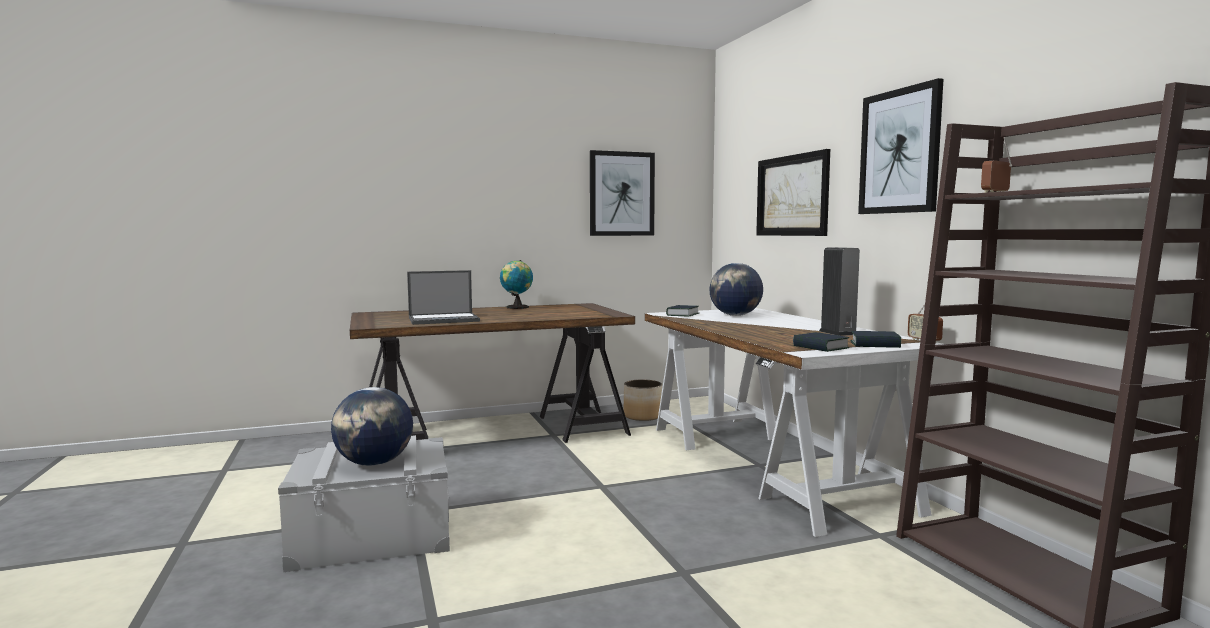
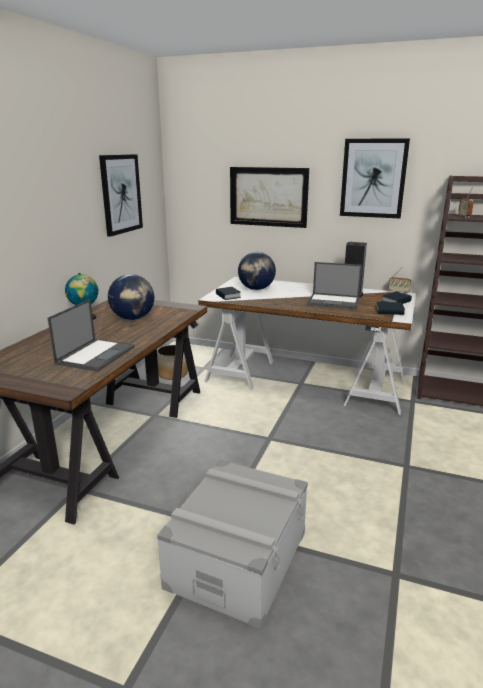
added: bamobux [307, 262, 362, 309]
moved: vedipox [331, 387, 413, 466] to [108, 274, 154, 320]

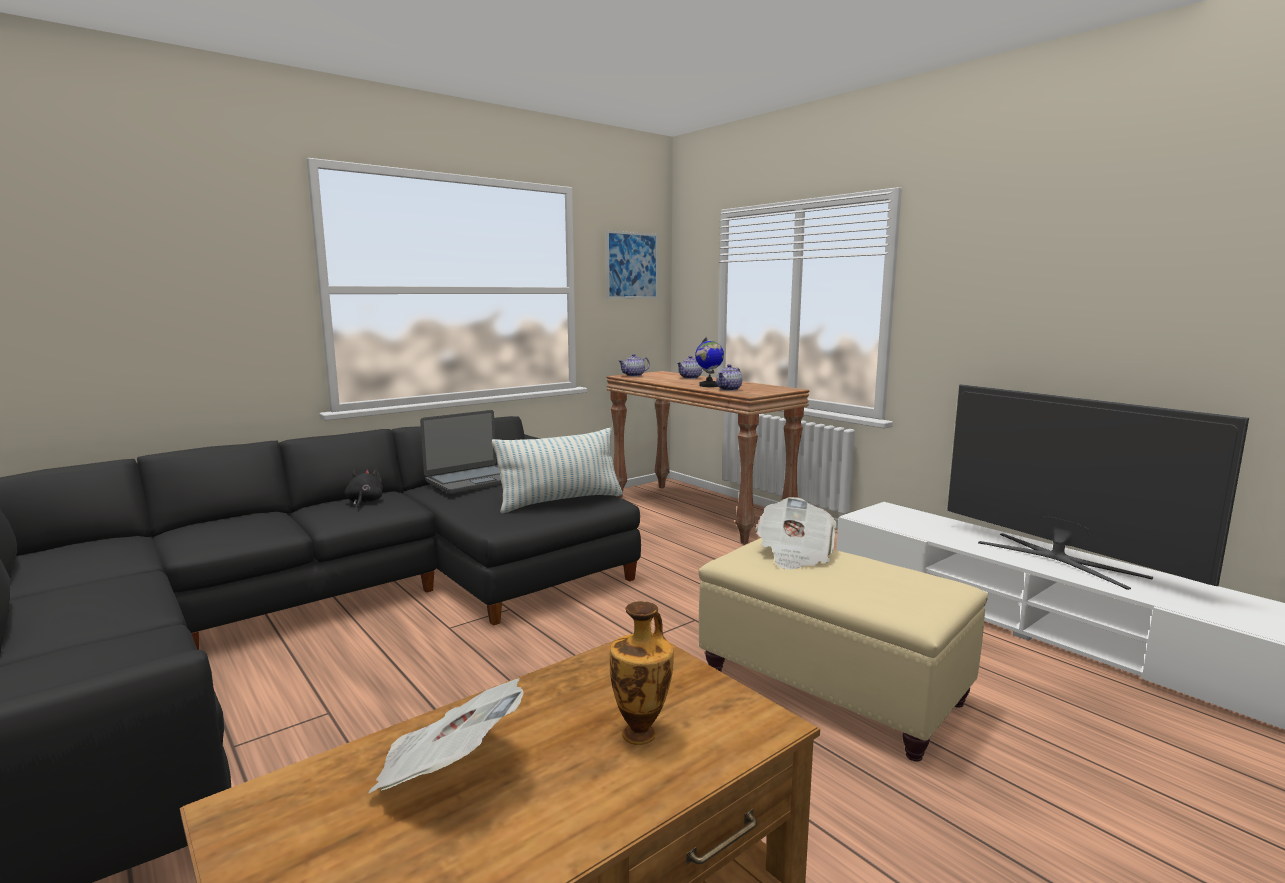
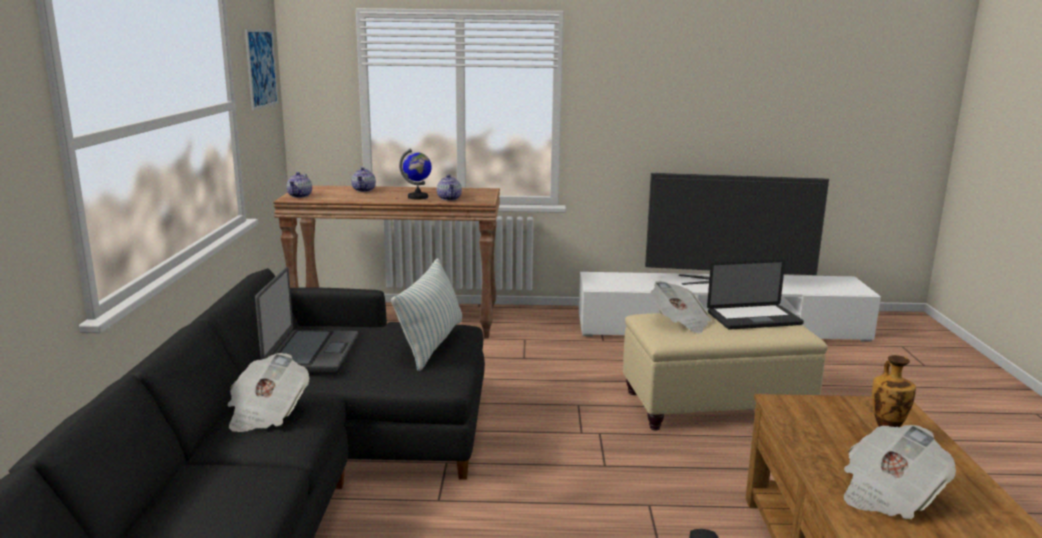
added: bamobux [707, 260, 804, 330]
replaced: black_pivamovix [345, 469, 383, 507] to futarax [227, 353, 310, 432]

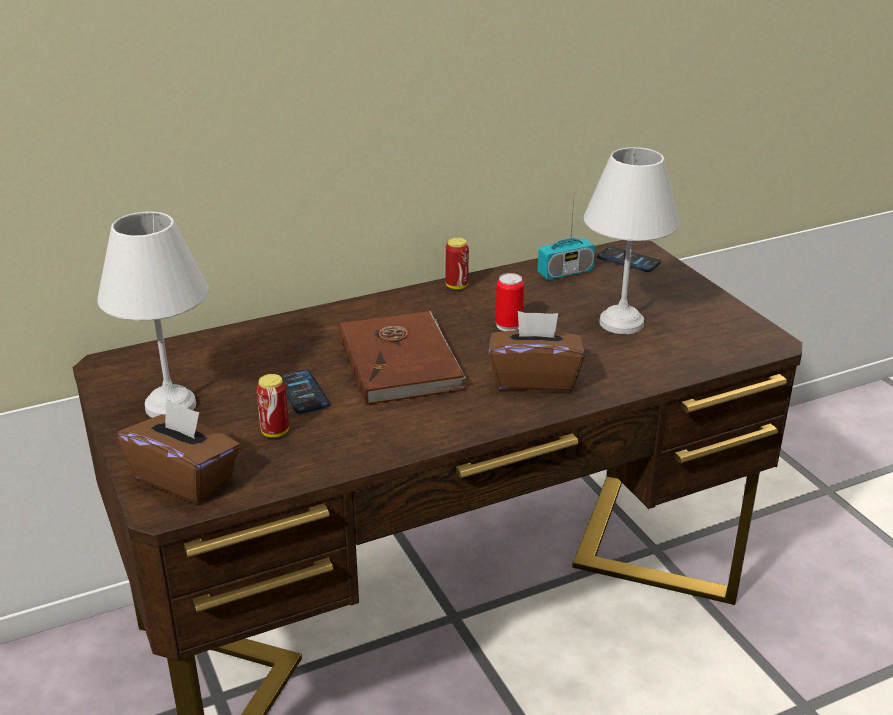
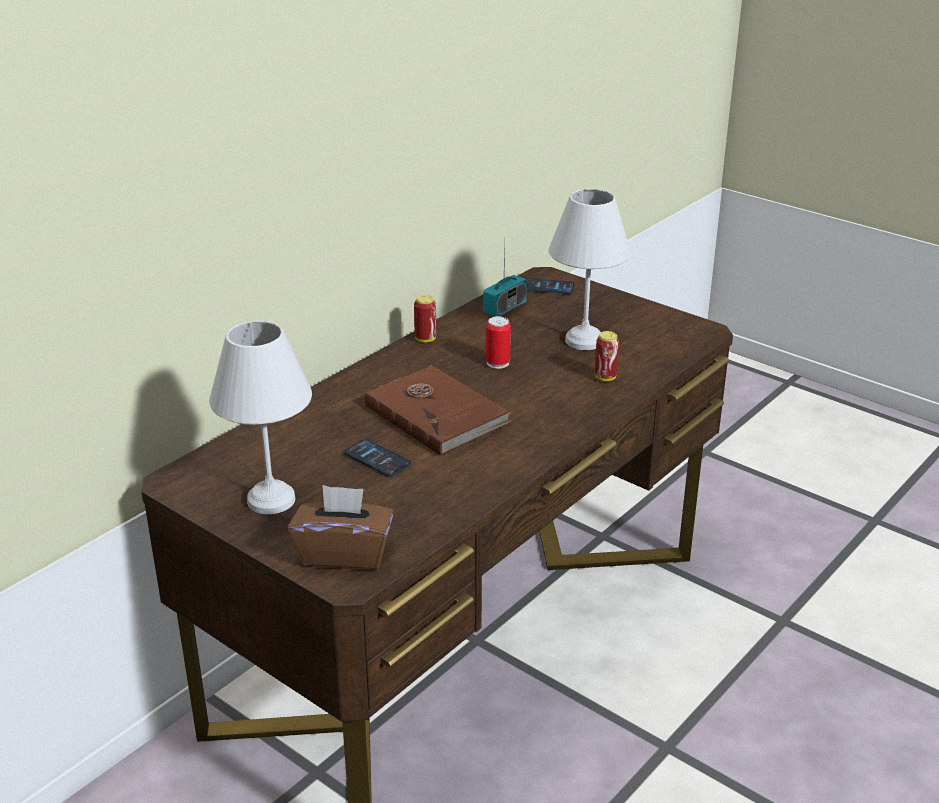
removed: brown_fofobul [489, 311, 585, 392]
moved: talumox [256, 374, 289, 438] to [595, 331, 619, 381]

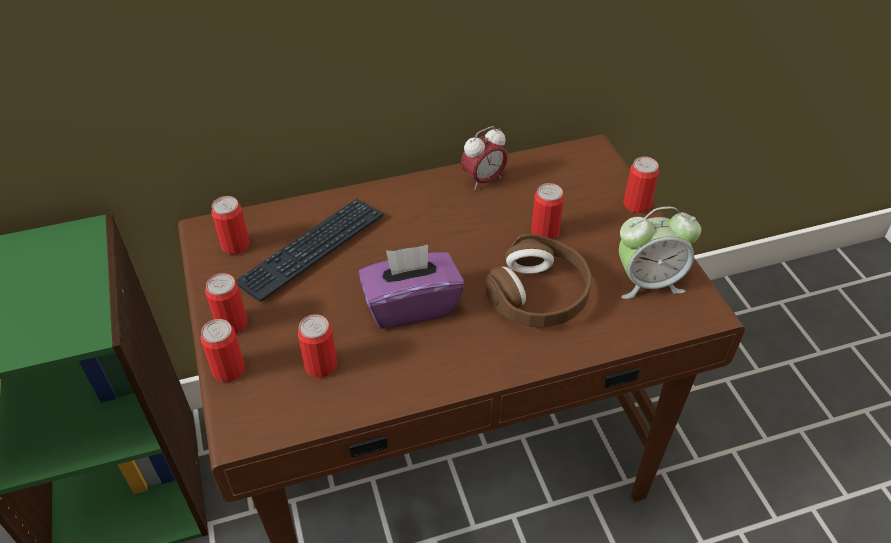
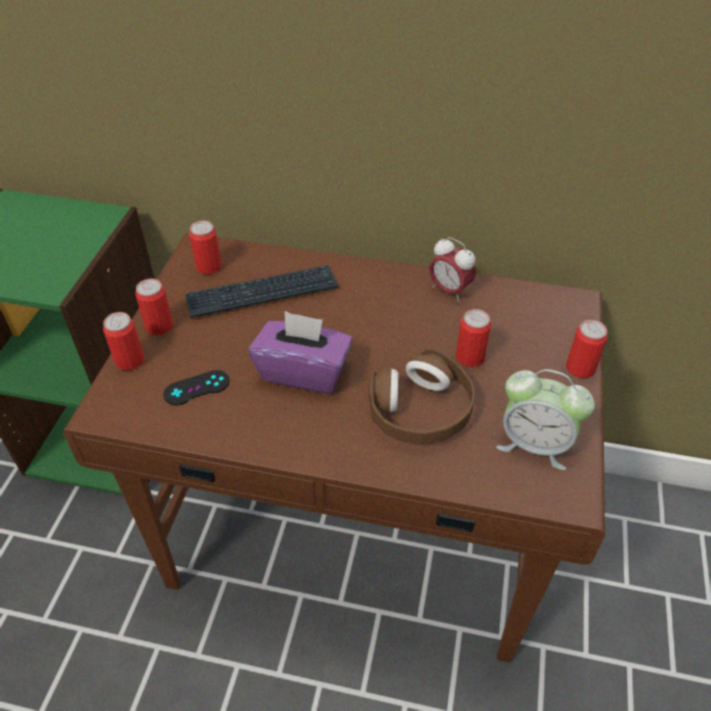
replaced: talumox [298, 314, 337, 378] to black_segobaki [163, 370, 229, 405]
turned: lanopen [461, 126, 508, 190] = [429, 237, 476, 302] 45 degrees clockwise

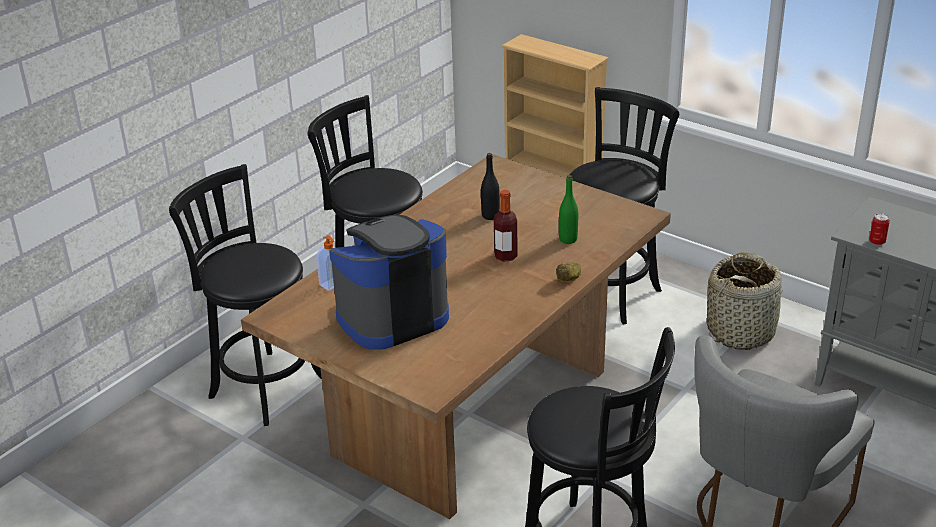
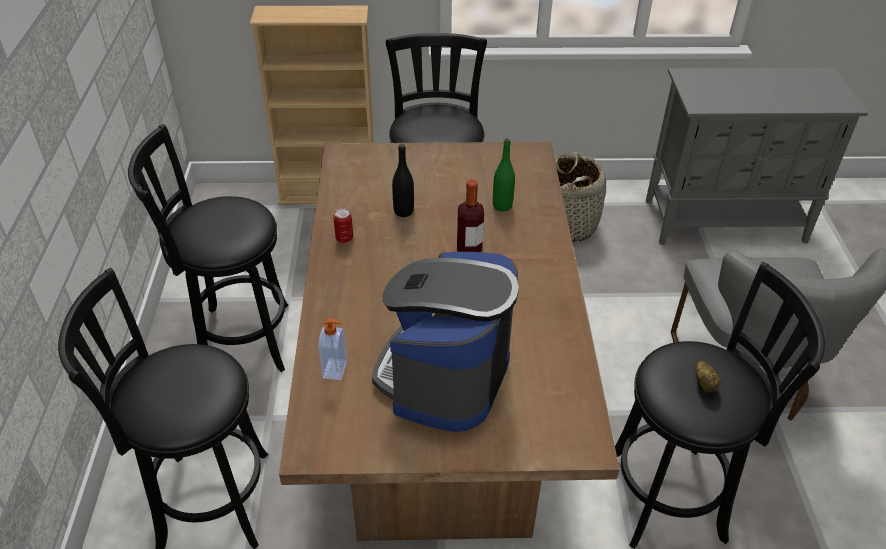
moved: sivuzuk [556, 262, 581, 281] to [695, 361, 721, 392]; talumox [869, 213, 890, 245] to [333, 208, 353, 243]

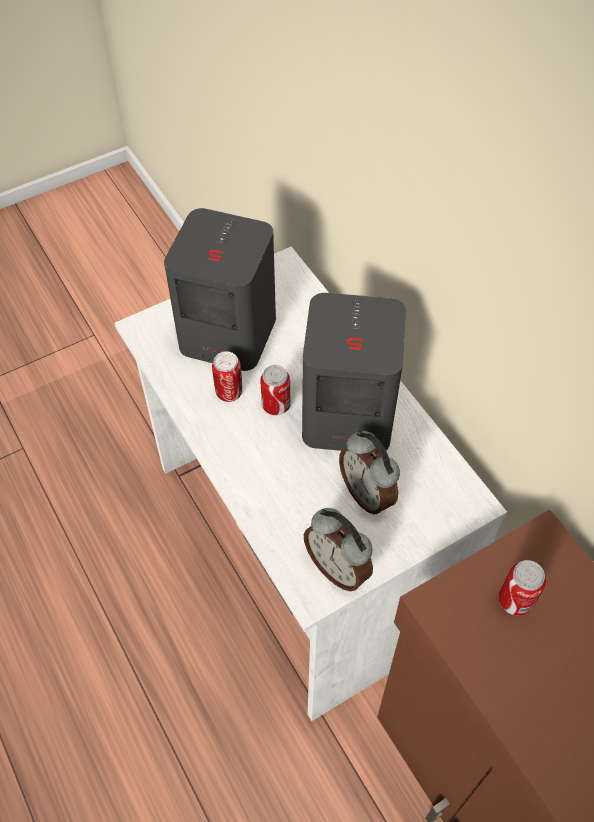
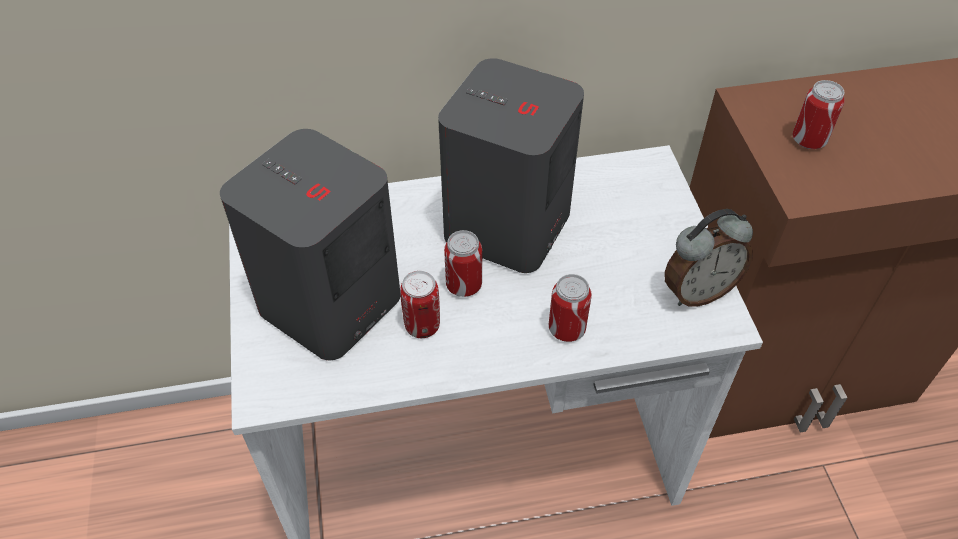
removed: lanopen [339, 431, 400, 514]
added: talumox [549, 274, 592, 342]

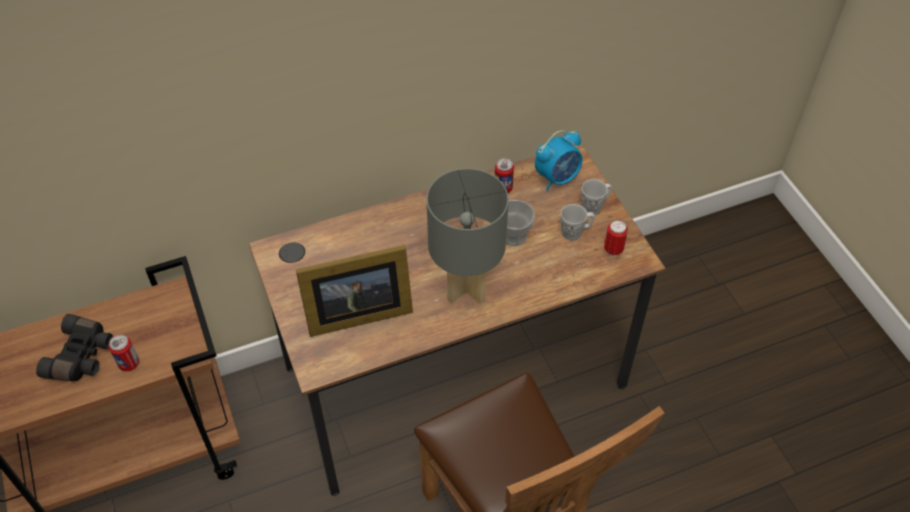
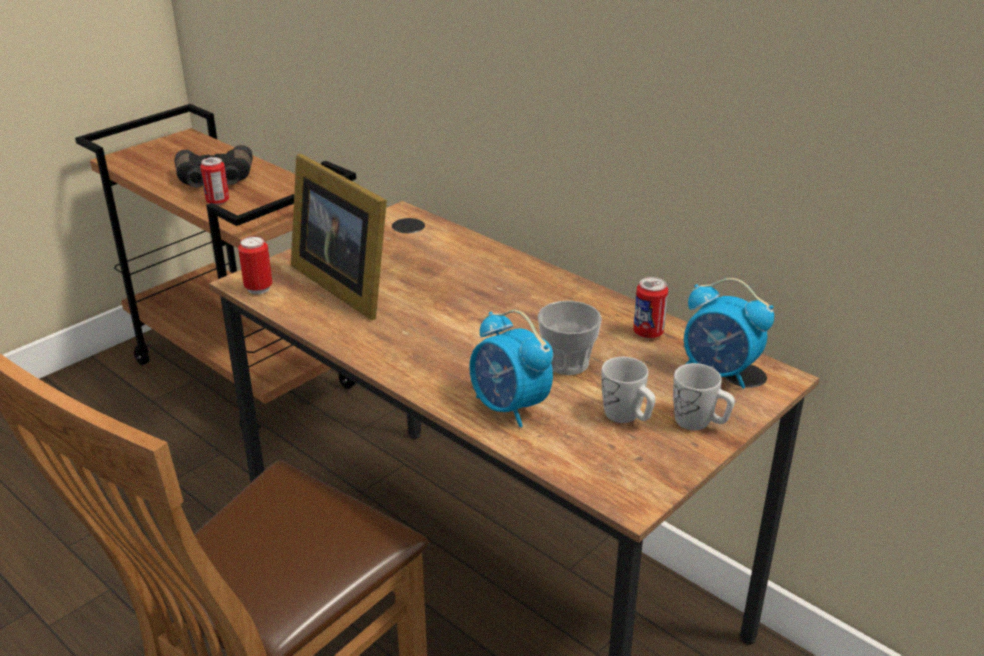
removed: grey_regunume [426, 168, 509, 304]
added: lanopen [469, 310, 553, 427]
moved: talumox [604, 220, 628, 256] to [238, 236, 272, 294]

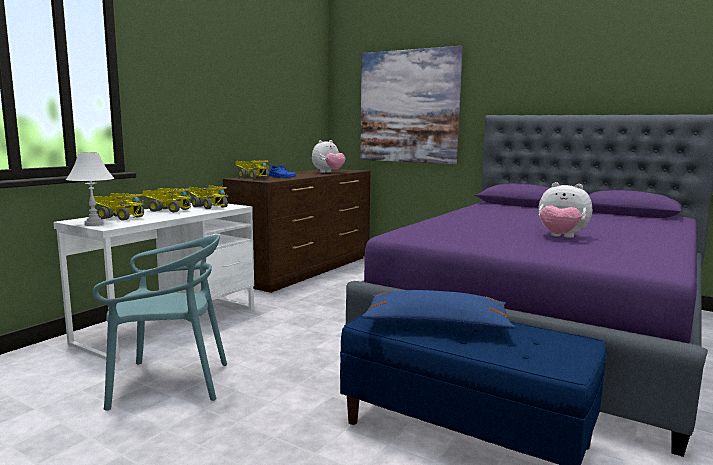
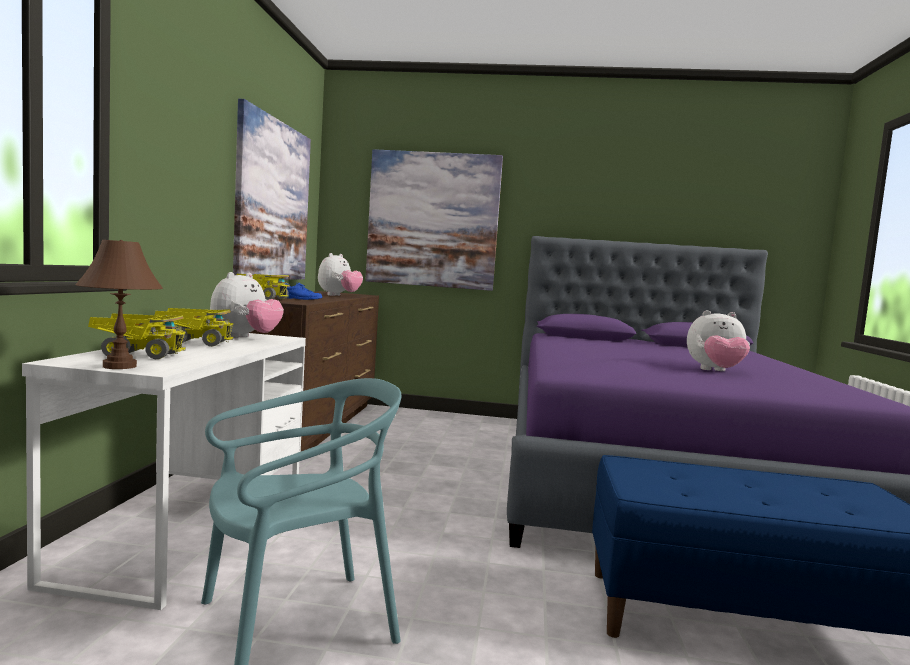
removed: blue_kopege [361, 290, 515, 329]
added: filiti [233, 99, 311, 280]
replaced: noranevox [189, 185, 228, 209] to pivamovix [210, 272, 284, 339]
recoloured: white_regunume [66, 152, 114, 226] to brown_regunume [75, 240, 163, 369]

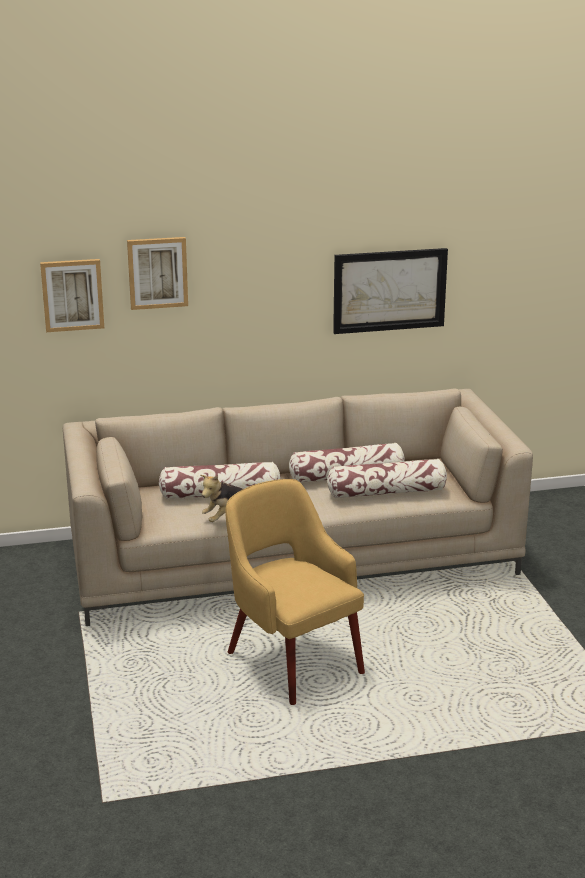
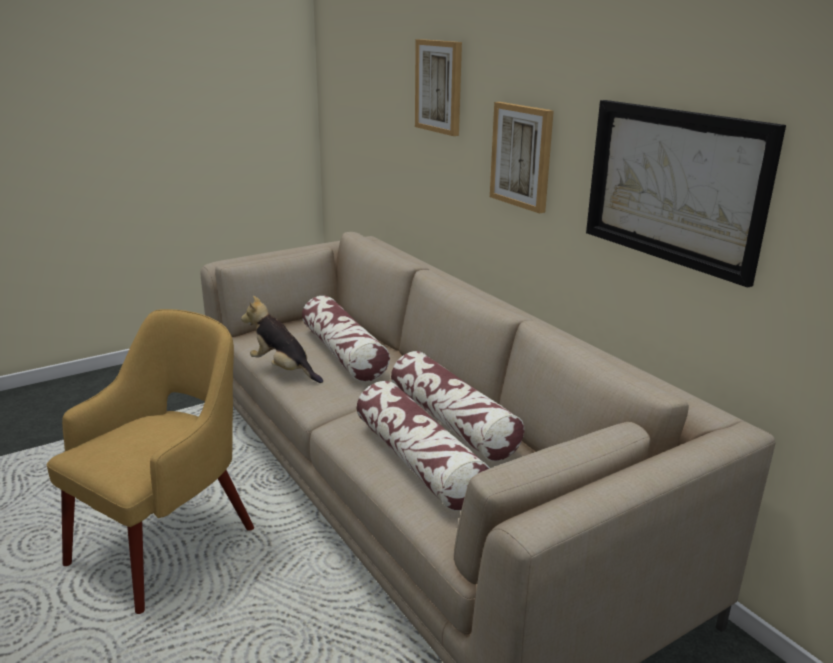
moved: filiti [40, 259, 104, 332] to [490, 102, 554, 214]

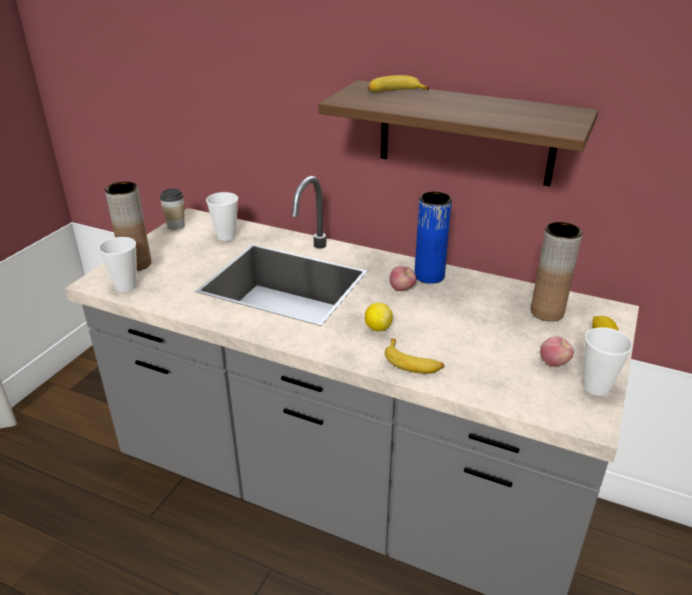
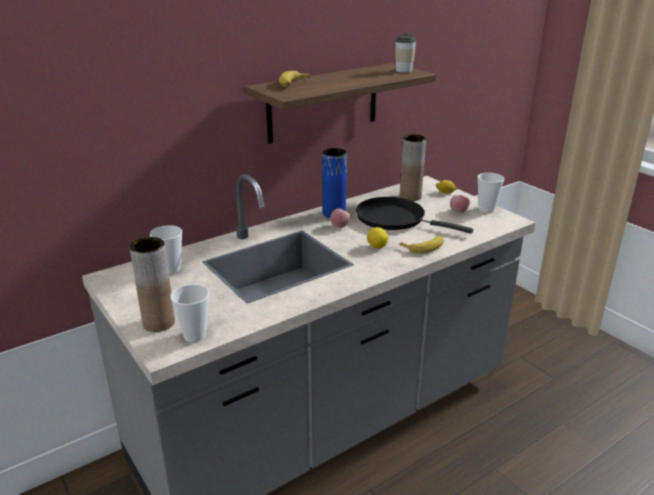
added: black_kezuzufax [356, 197, 473, 234]
moved: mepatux [160, 189, 185, 230] to [395, 34, 416, 73]

